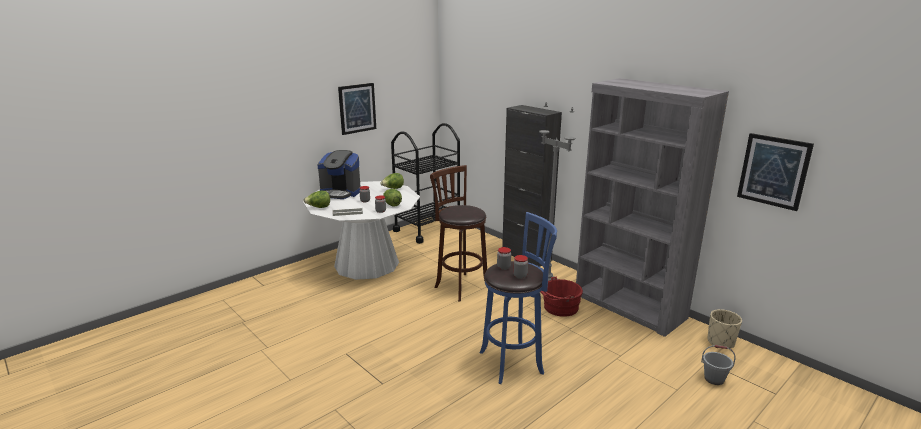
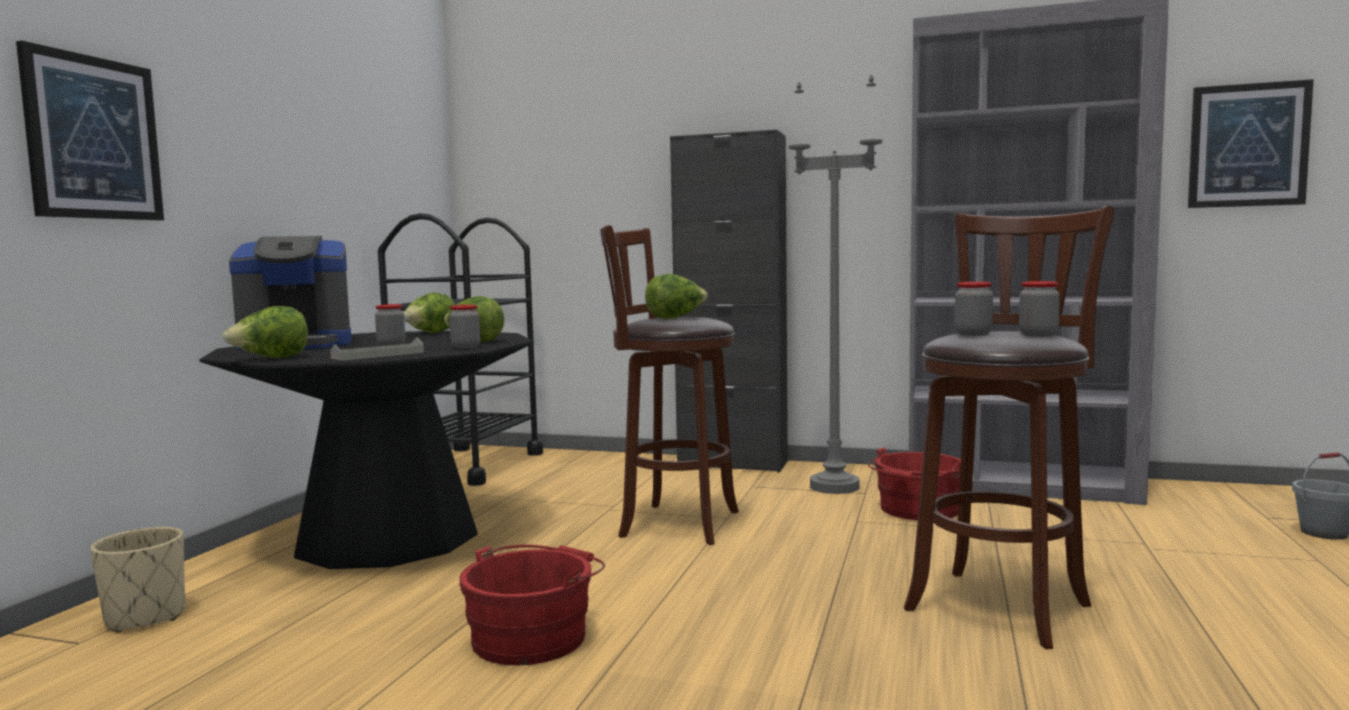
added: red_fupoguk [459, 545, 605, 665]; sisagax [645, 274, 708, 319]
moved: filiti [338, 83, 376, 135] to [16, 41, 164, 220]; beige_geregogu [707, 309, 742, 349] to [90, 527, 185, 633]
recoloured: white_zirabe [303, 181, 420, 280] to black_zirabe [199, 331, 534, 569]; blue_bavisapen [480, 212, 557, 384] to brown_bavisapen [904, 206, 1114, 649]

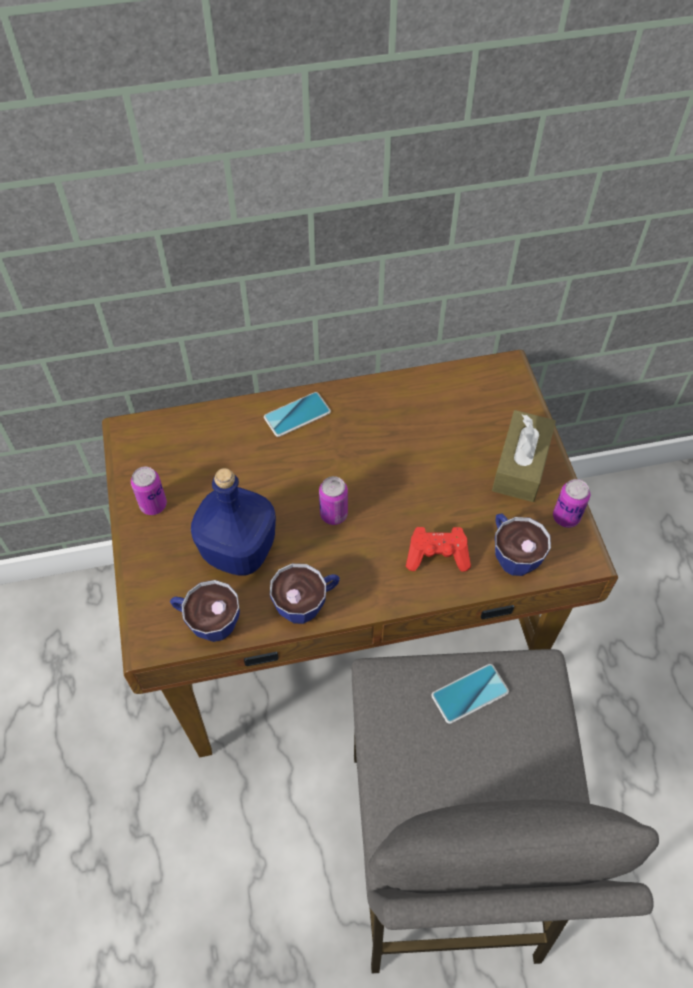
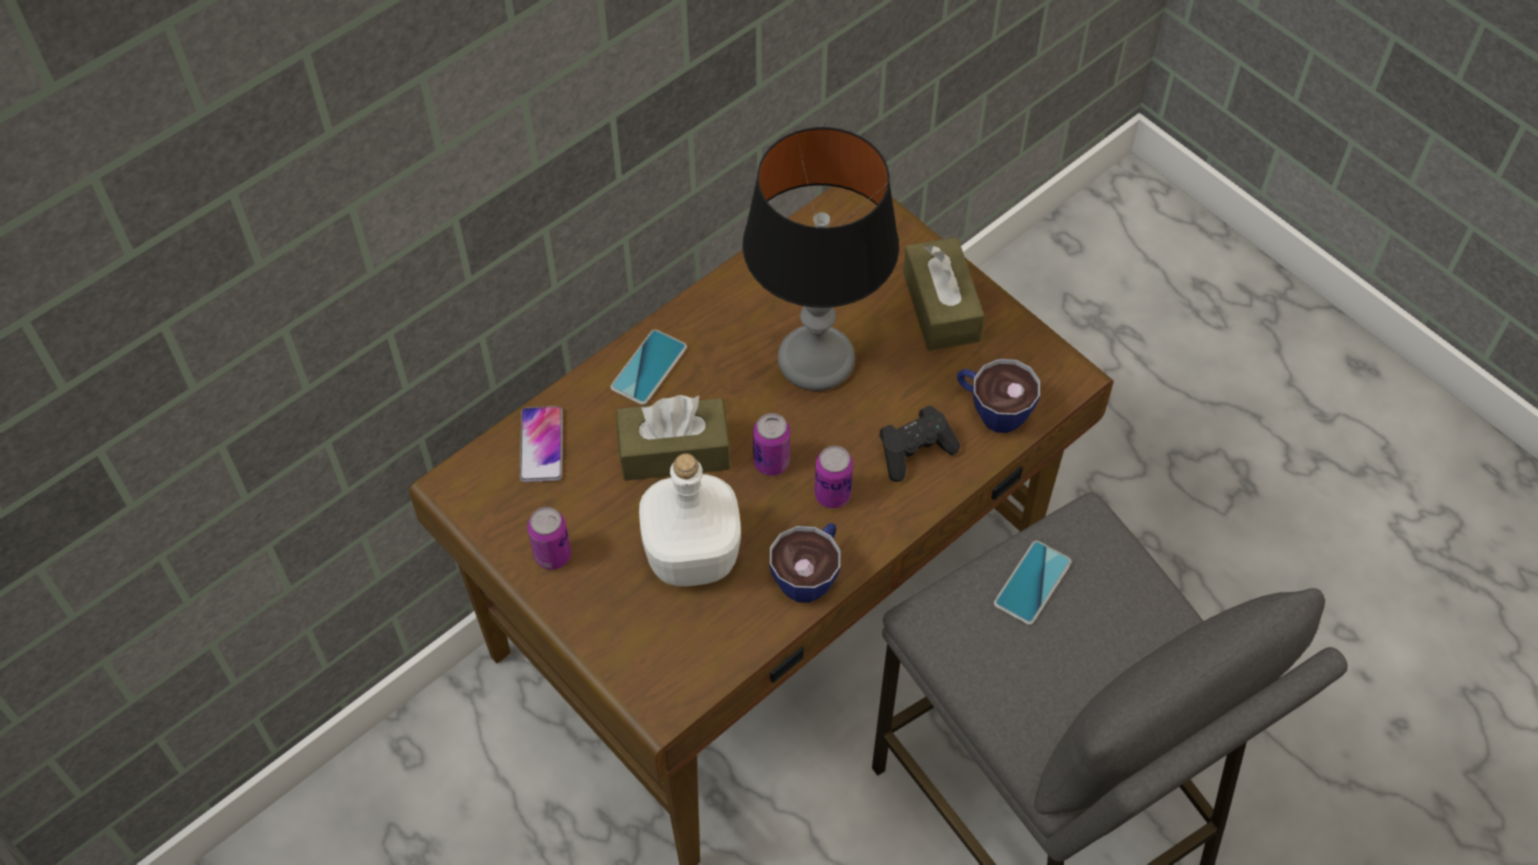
removed: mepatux [170, 580, 240, 642]
added: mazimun [520, 406, 563, 482]; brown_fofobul [616, 395, 730, 481]; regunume [743, 127, 899, 391]
moved: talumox [553, 479, 590, 528] to [814, 446, 853, 508]
recoloured: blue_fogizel [191, 468, 276, 576] to white_fogizel [639, 453, 741, 586]; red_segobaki [406, 527, 471, 572] to black_segobaki [879, 406, 960, 482]

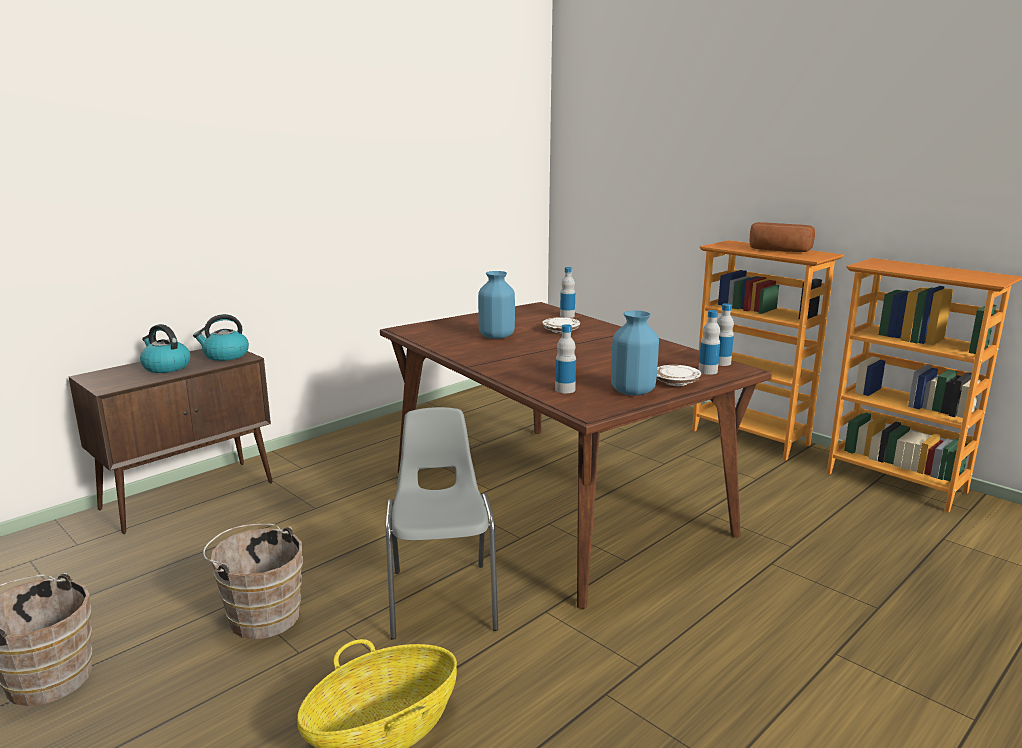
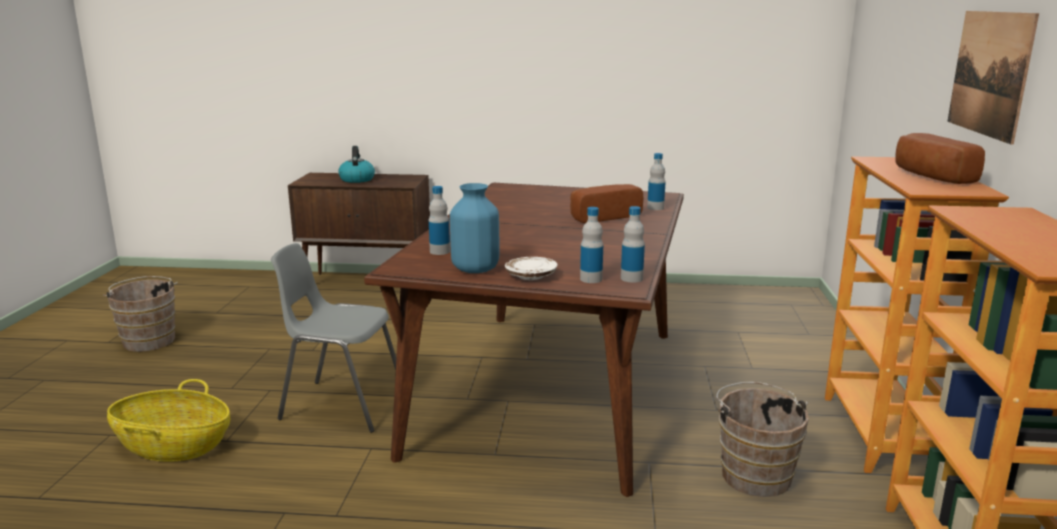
removed: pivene [193, 314, 249, 361]; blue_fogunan [478, 271, 515, 339]
added: filiti [947, 11, 1039, 145]
moved: brown_fupoguk [203, 523, 303, 639] to [716, 382, 809, 497]
replaced: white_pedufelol [542, 317, 580, 334] to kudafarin [570, 184, 643, 223]
turned: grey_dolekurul [386, 407, 498, 640] = [271, 243, 396, 433] 120 degrees counterclockwise

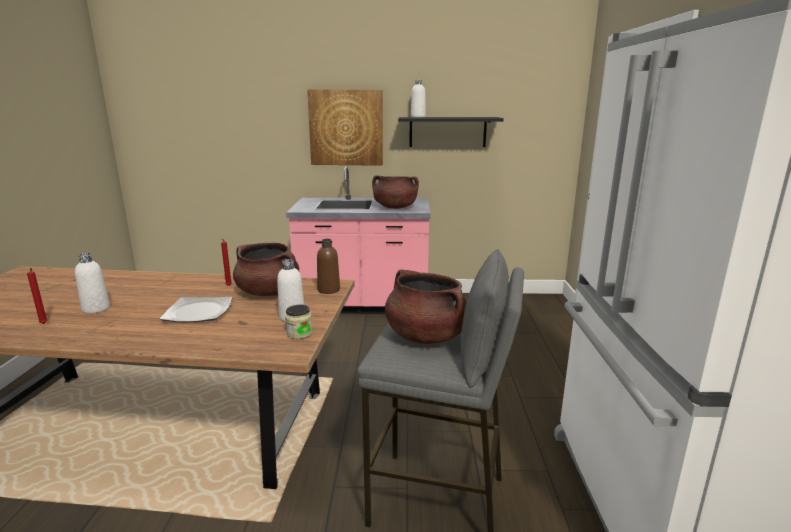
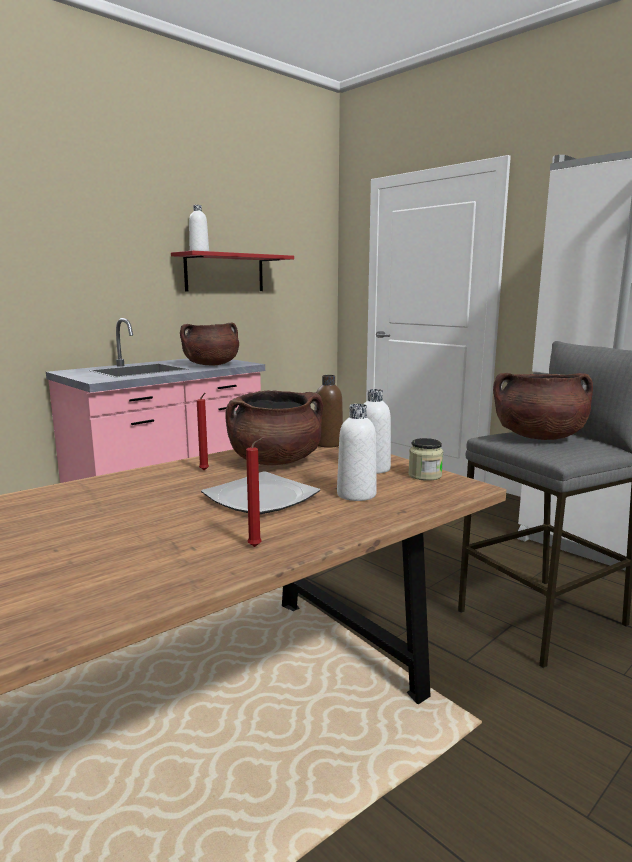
removed: filiti [307, 89, 383, 166]
moved: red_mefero [27, 268, 48, 324] to [246, 437, 264, 547]; white_fogizel [75, 253, 110, 313] to [337, 404, 377, 501]
recoloured: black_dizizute [398, 117, 504, 147] to red_dizizute [171, 251, 294, 291]

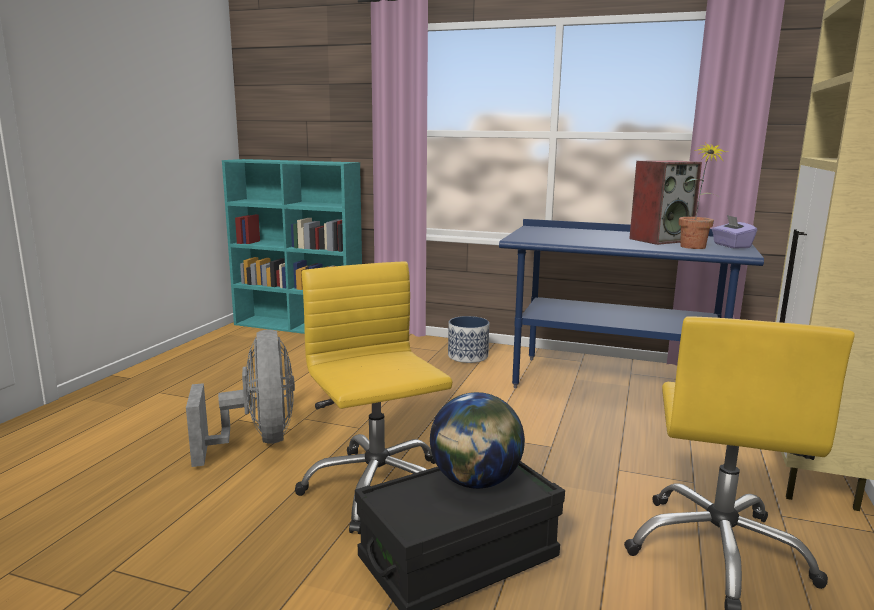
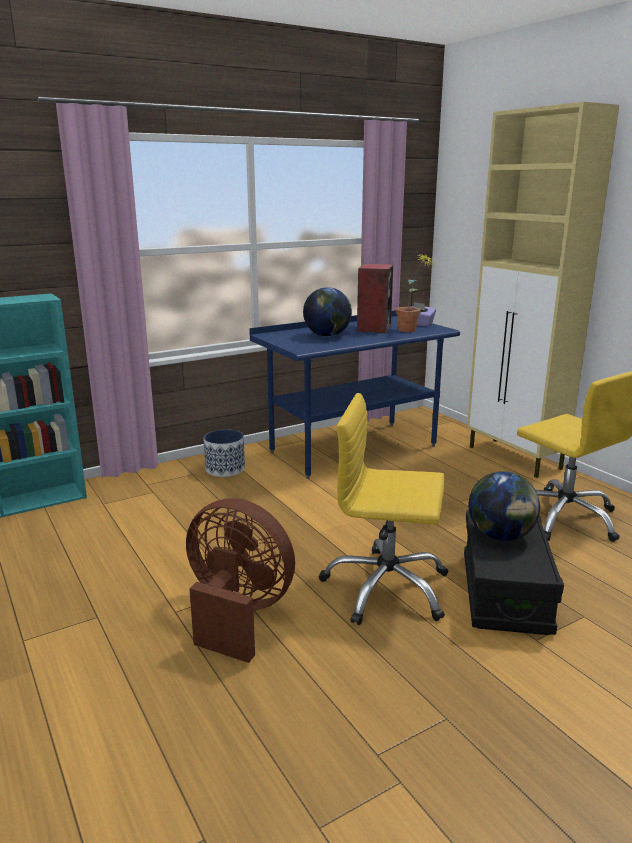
added: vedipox [303, 287, 352, 337]
recoloured: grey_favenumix [186, 330, 295, 467] to brown_favenumix [186, 498, 295, 663]

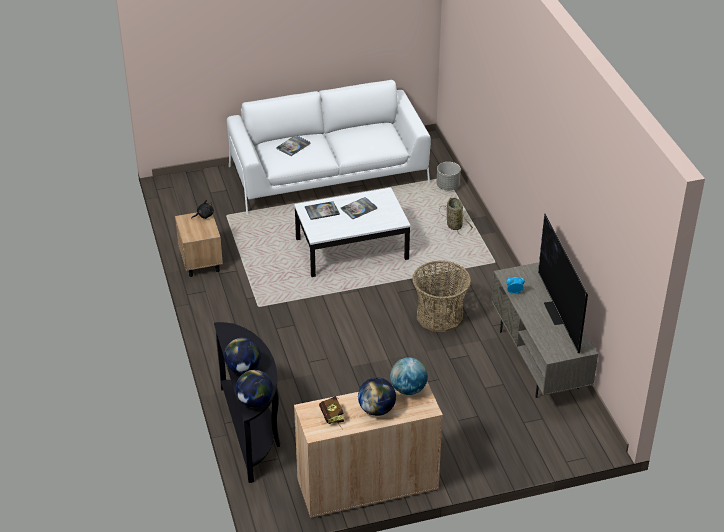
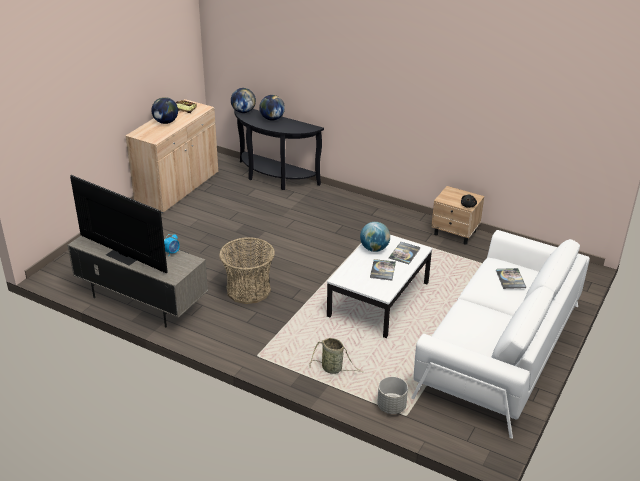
moved: vedipox [390, 357, 428, 395] to [360, 222, 390, 252]

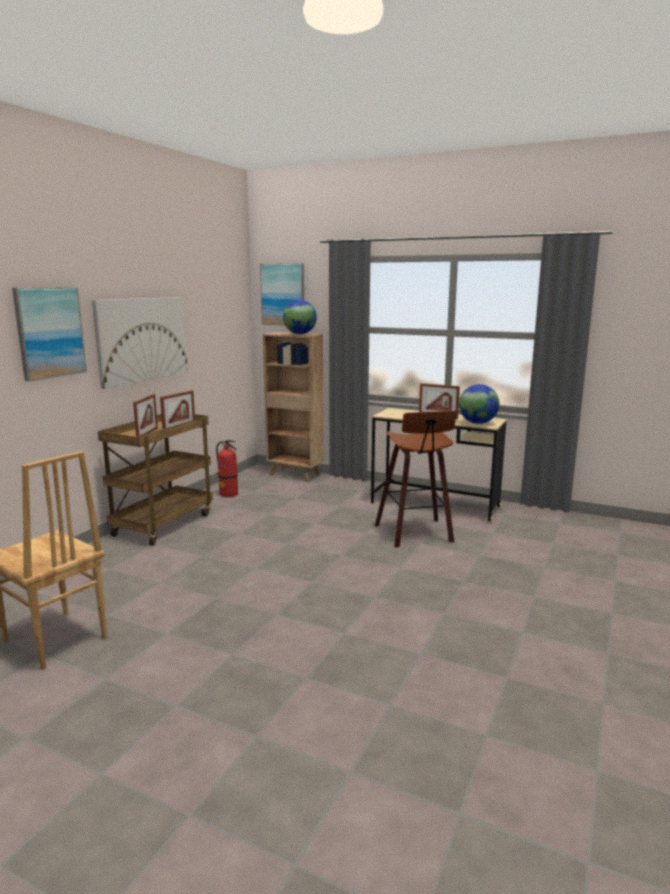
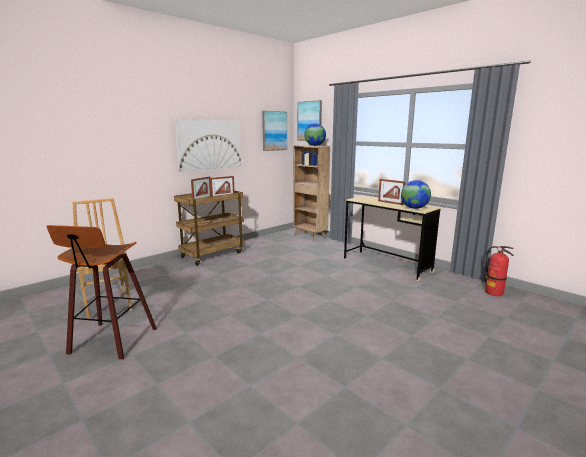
moved: filiti [12, 287, 87, 381] to [262, 111, 287, 151]; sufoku [216, 440, 238, 497] to [485, 246, 514, 296]; bavisapen [375, 411, 457, 547] to [46, 225, 157, 359]

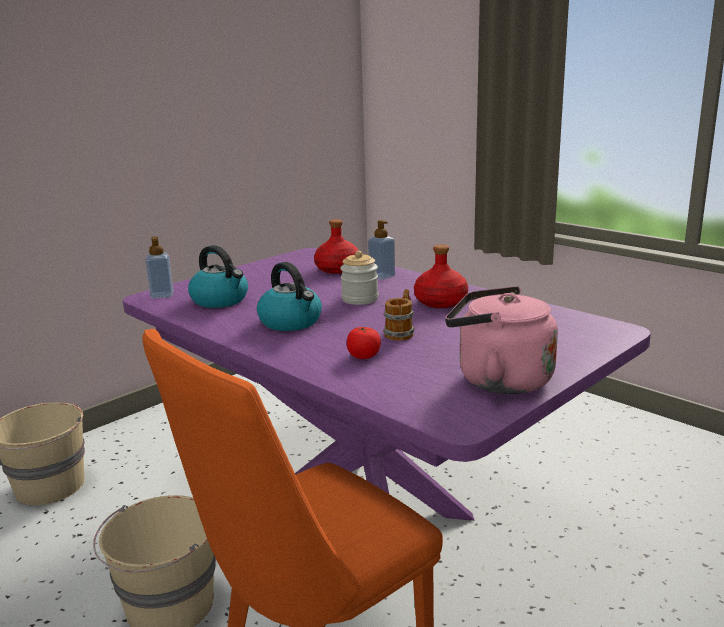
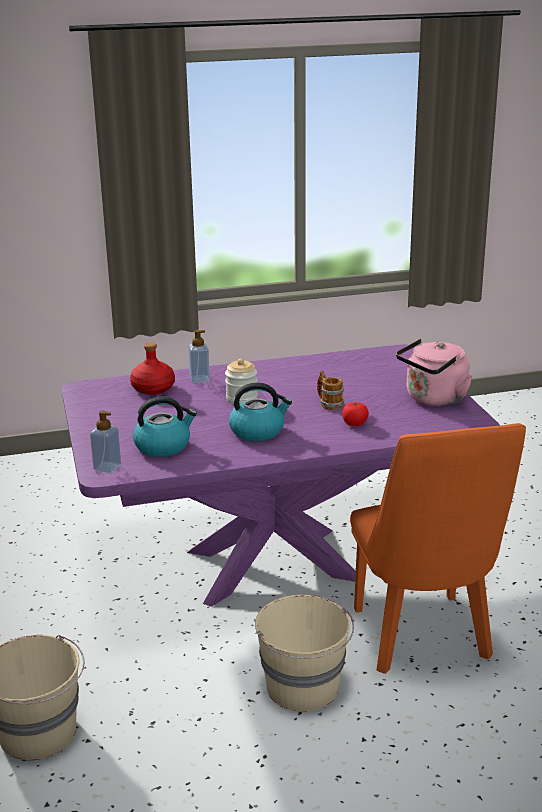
removed: red_fogizel [414, 244, 468, 308]

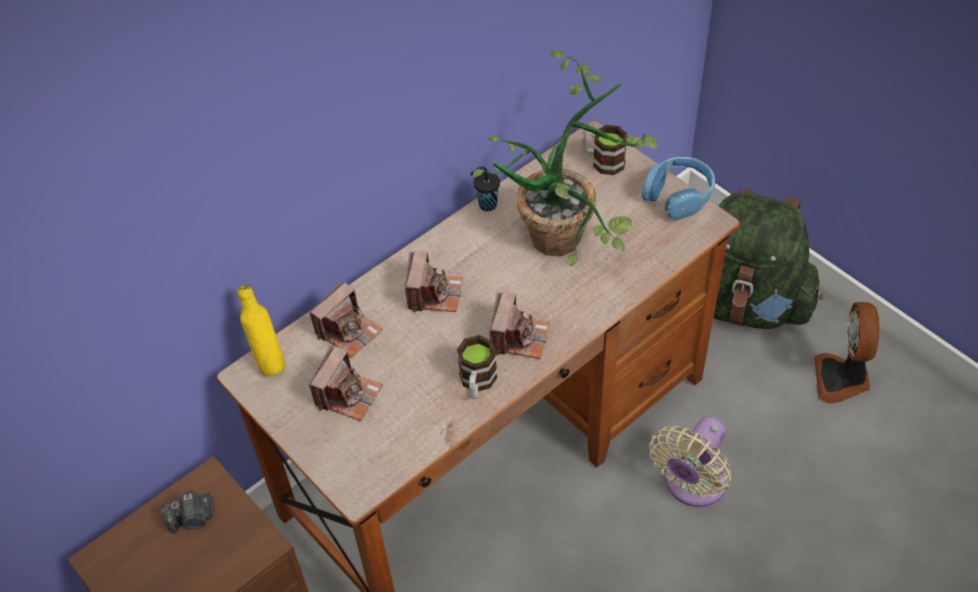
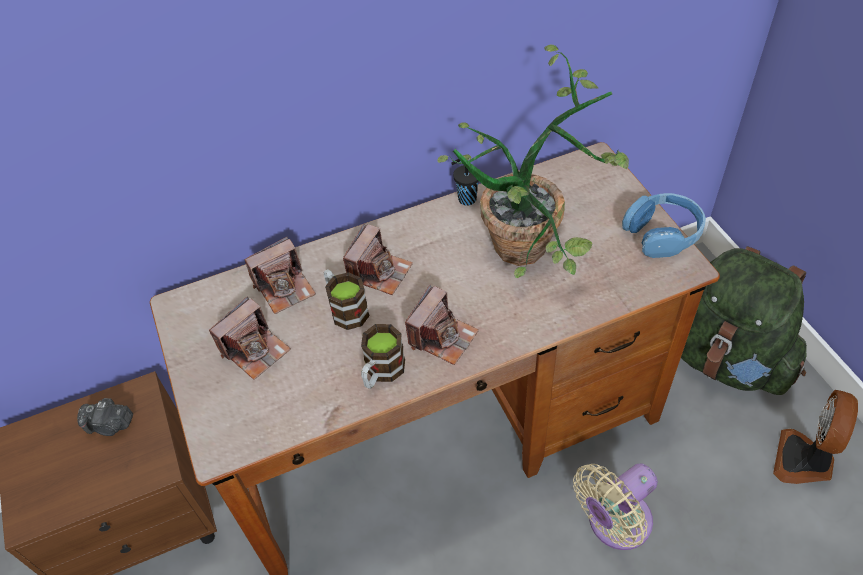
removed: yellow_fogizel [238, 285, 285, 376]
moved: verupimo [582, 125, 627, 175] to [324, 269, 370, 330]

